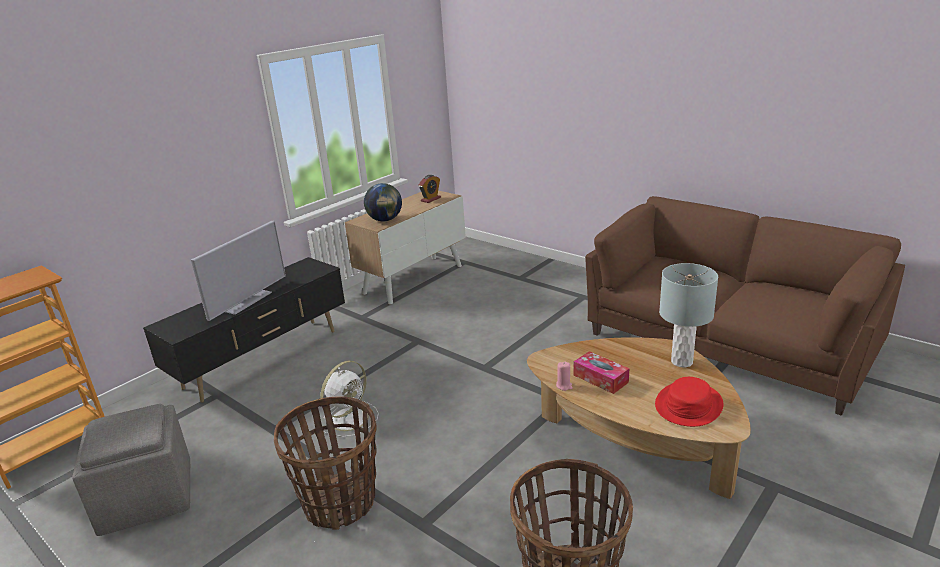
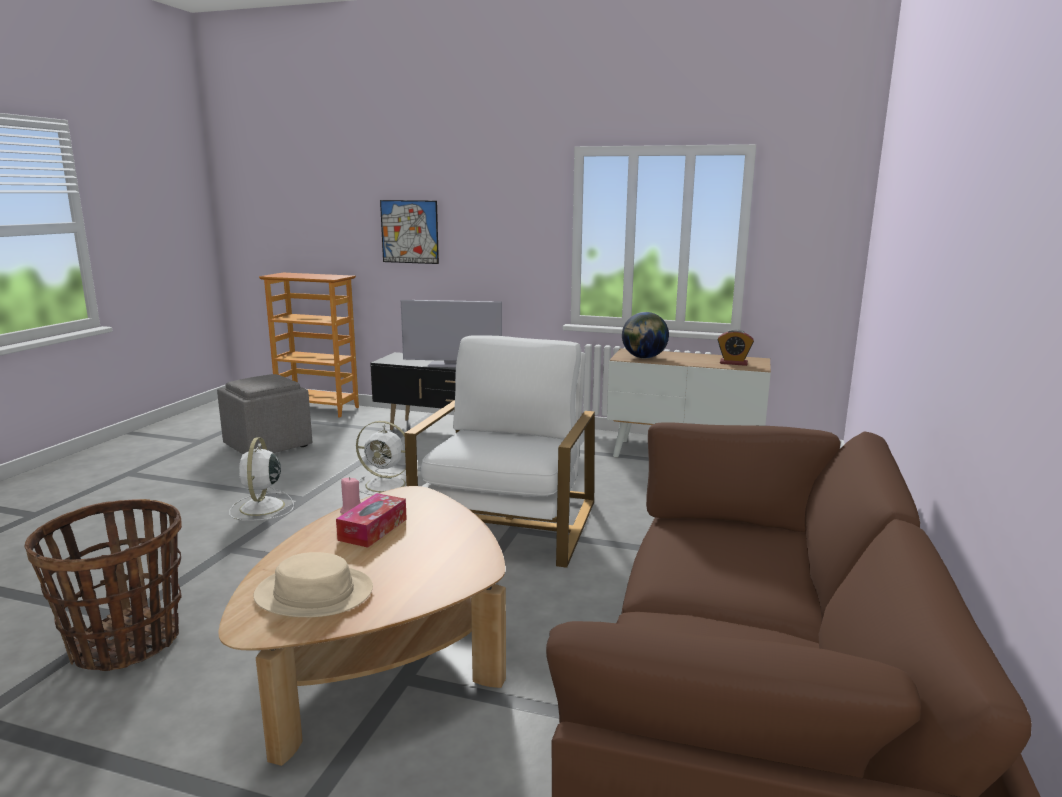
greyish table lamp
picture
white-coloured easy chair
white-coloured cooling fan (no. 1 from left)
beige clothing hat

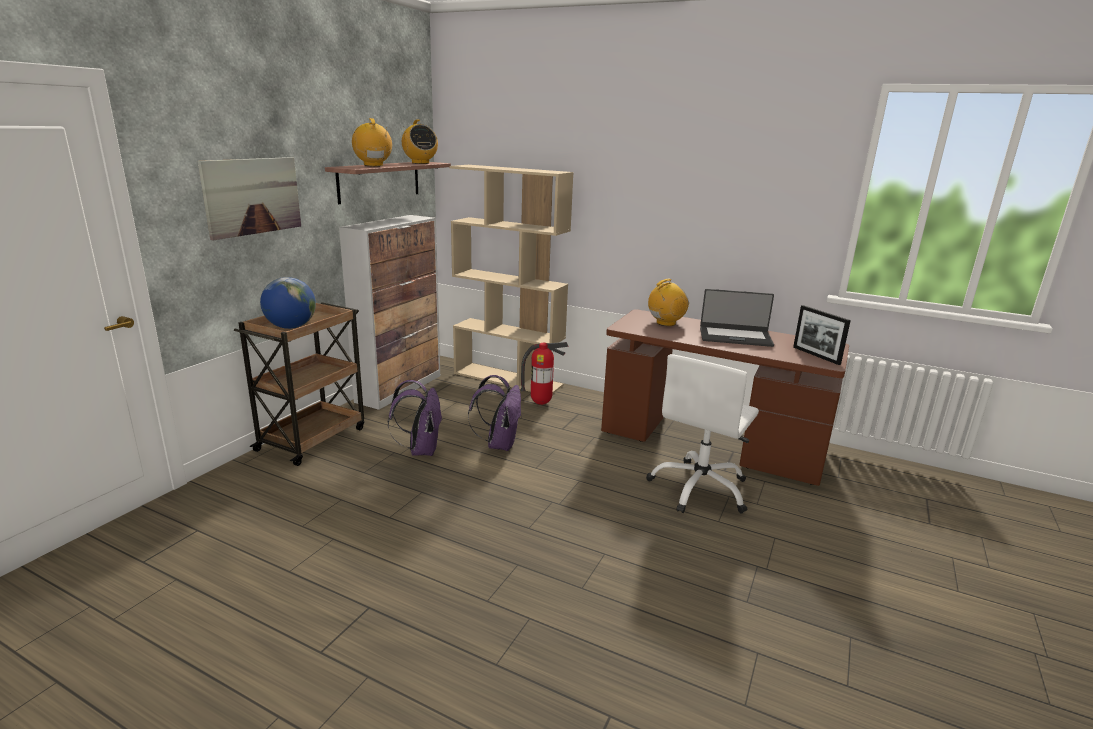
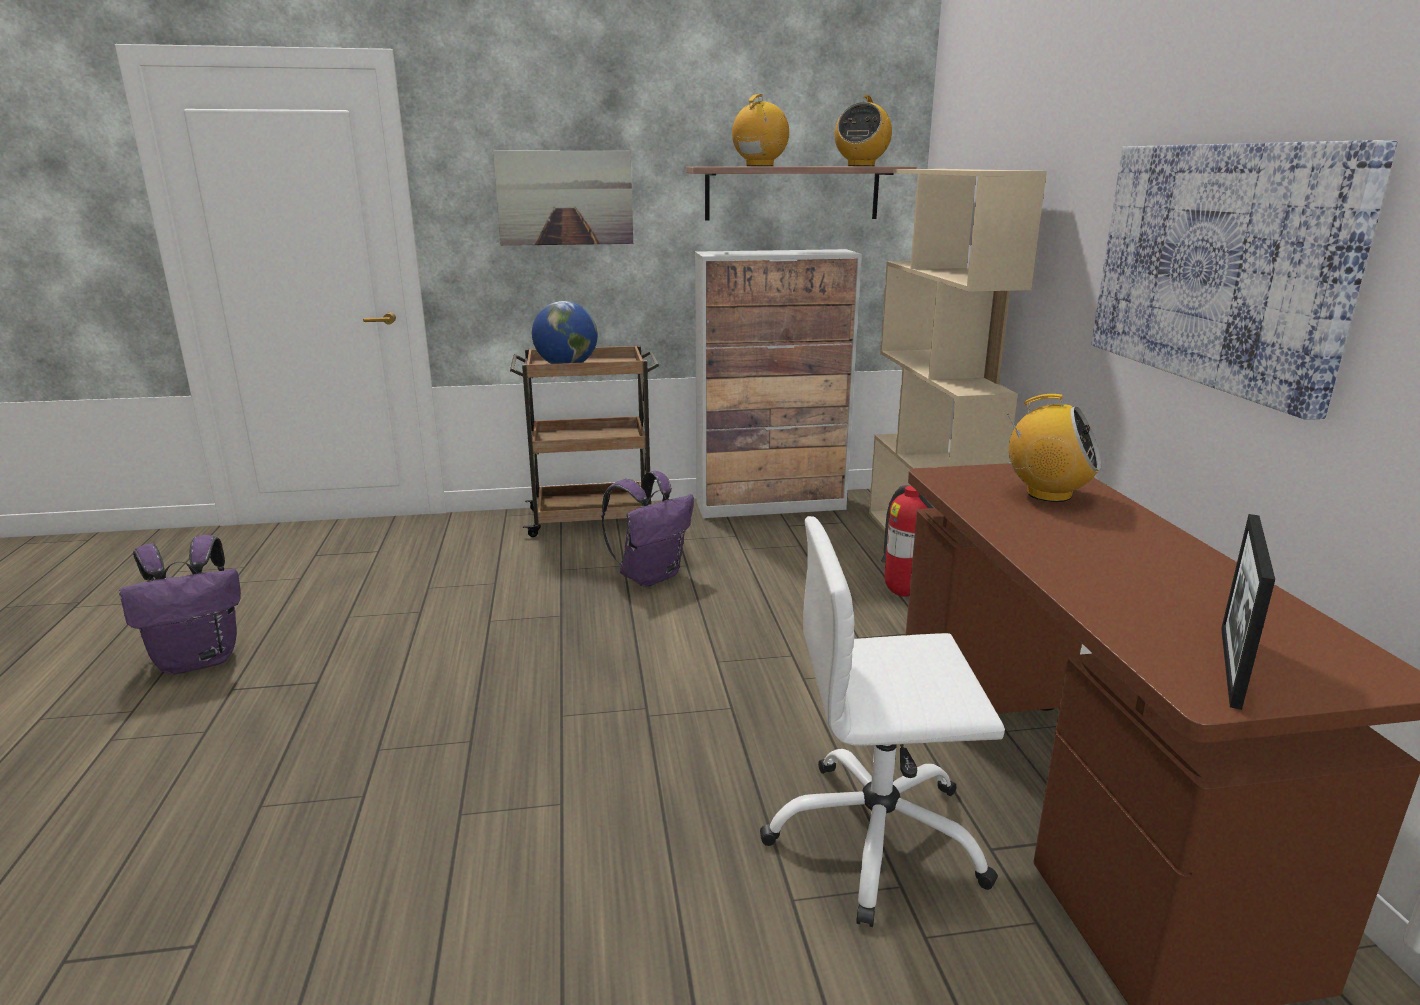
laptop
picture (no. 2 from left)
purple-coloured backpack (no. 1 from left)

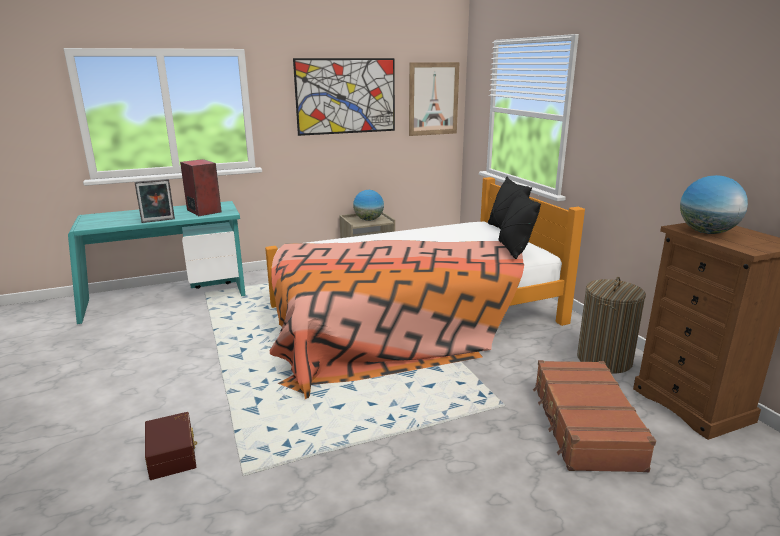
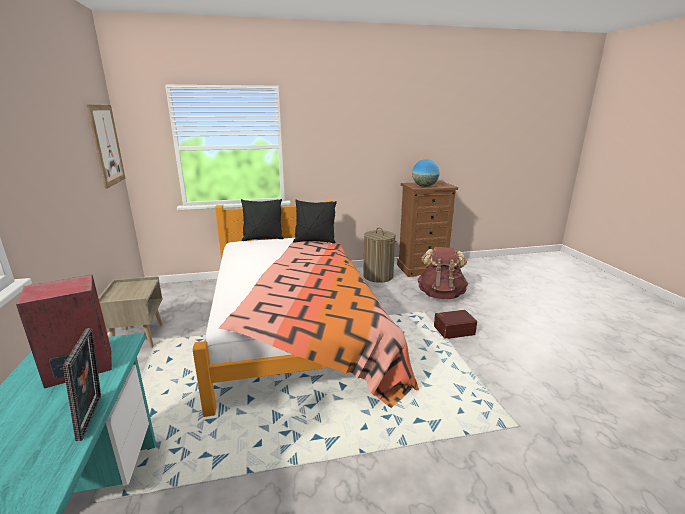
picture (no. 1 from left in the first image)
world globe (no. 1 from left in the first image)
brown-coloured storage bin
brown-coloured backpack

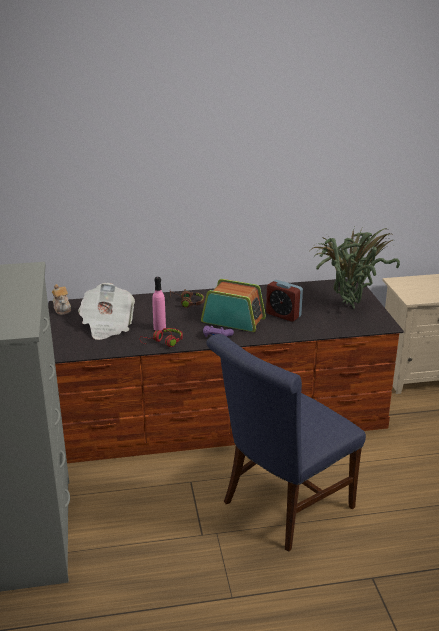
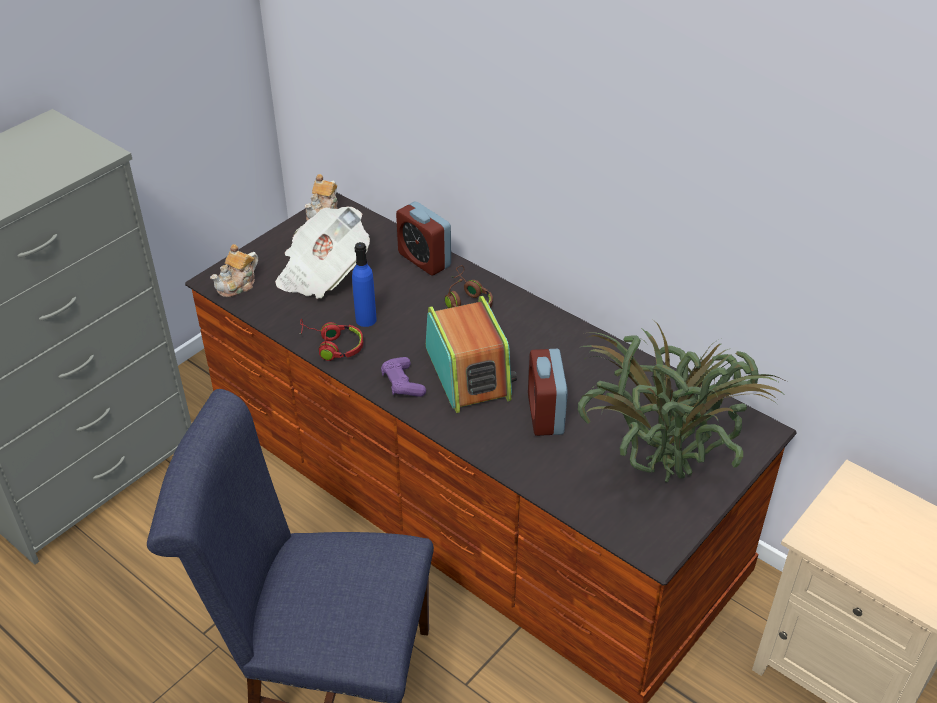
teapot (no. 1 from left)
table clock (no. 1 from left)
blue drink bottle

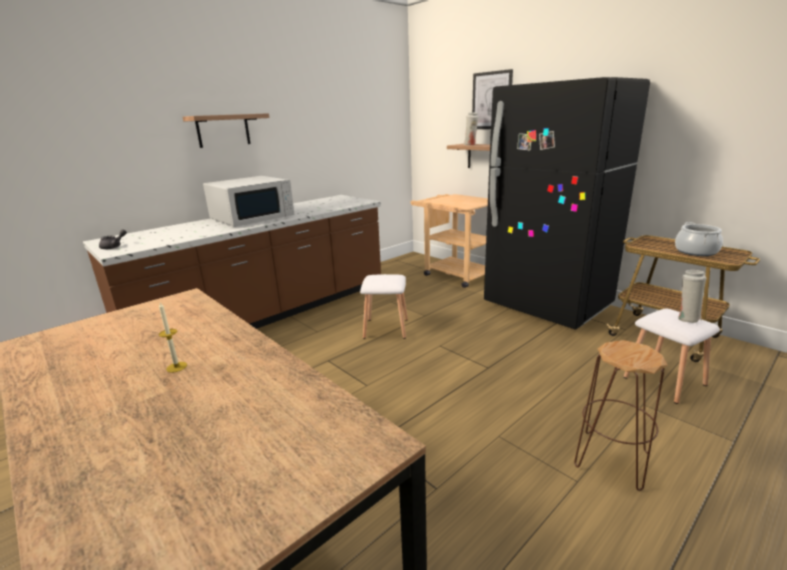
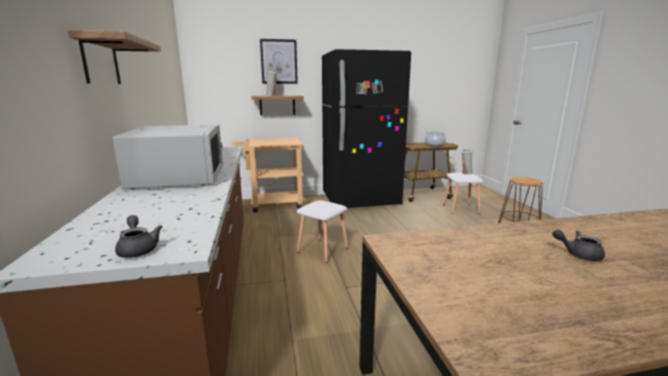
greyish teapot (no. 2 from left)

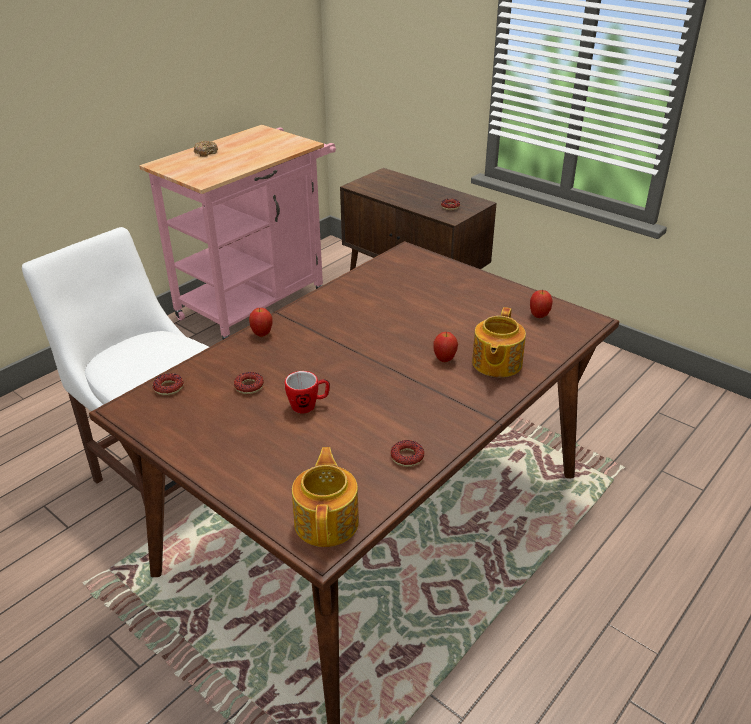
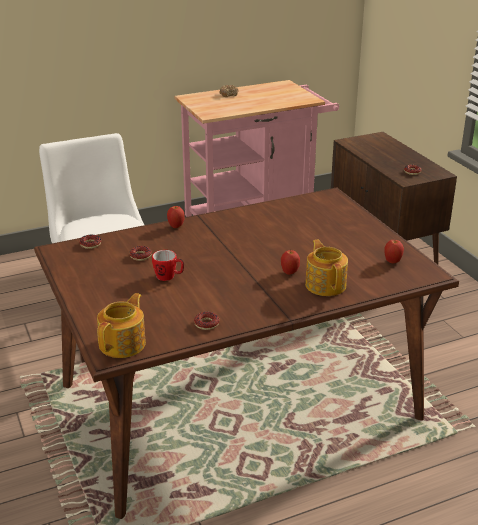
teapot (no. 2 from left)

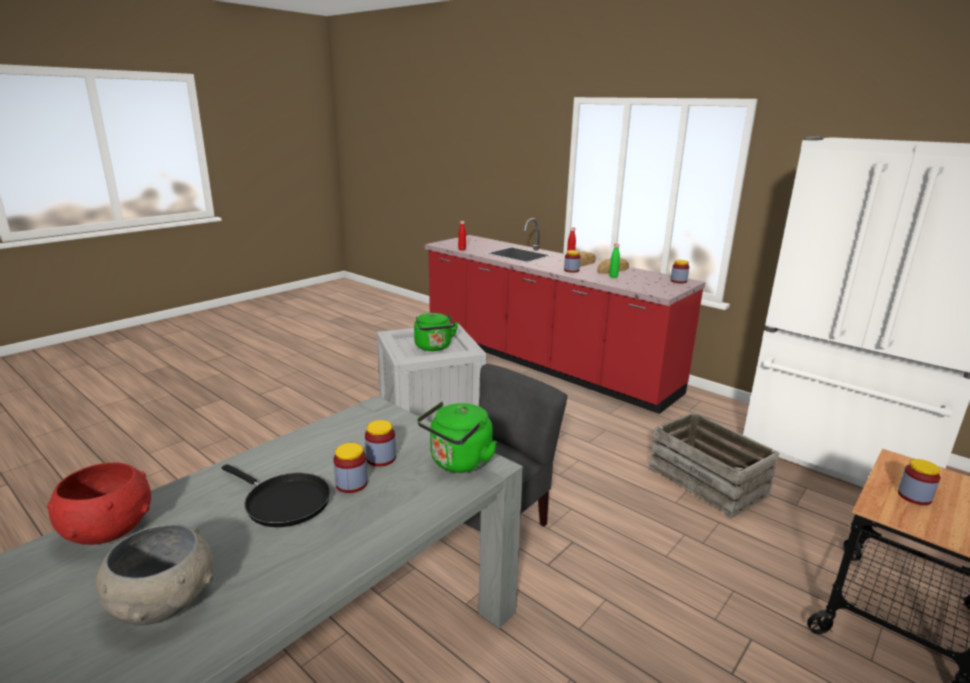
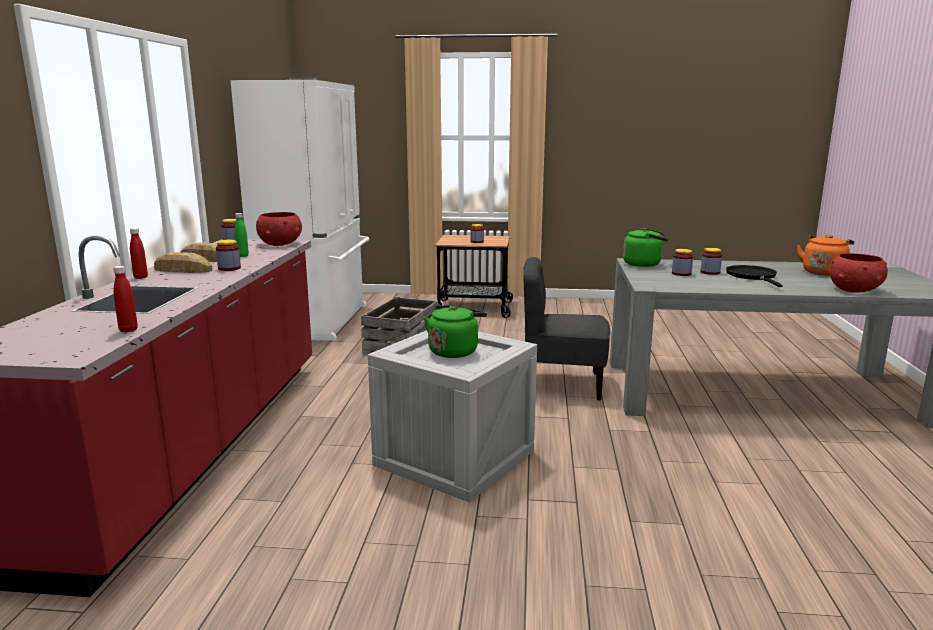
reddish deep dish (no. 1 from left)
orangey water kettle

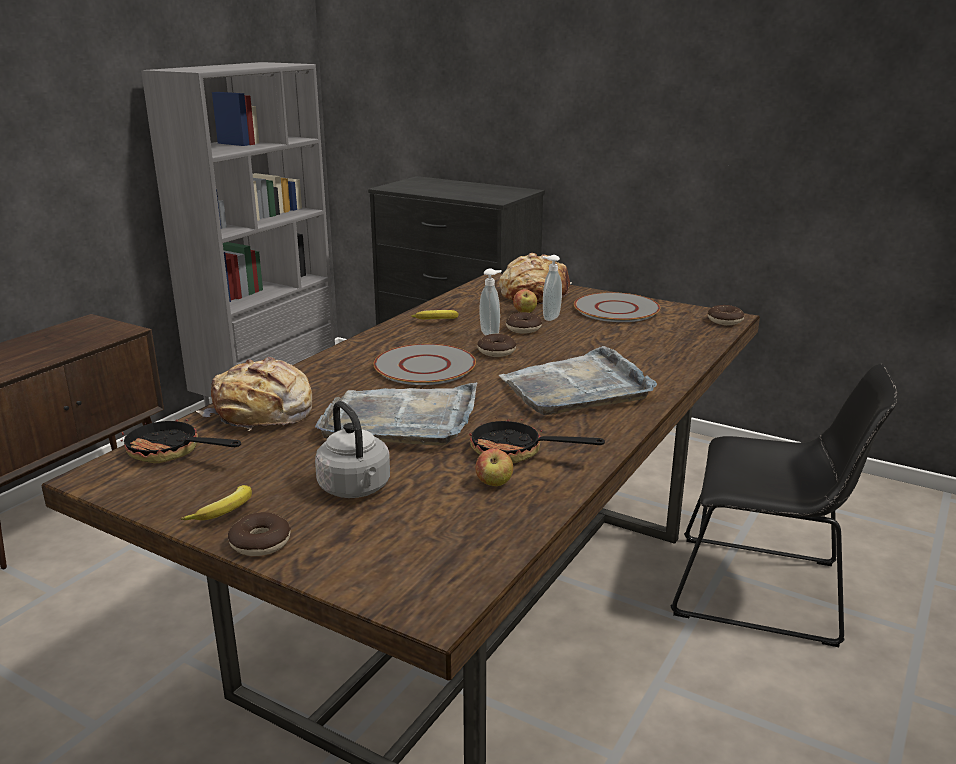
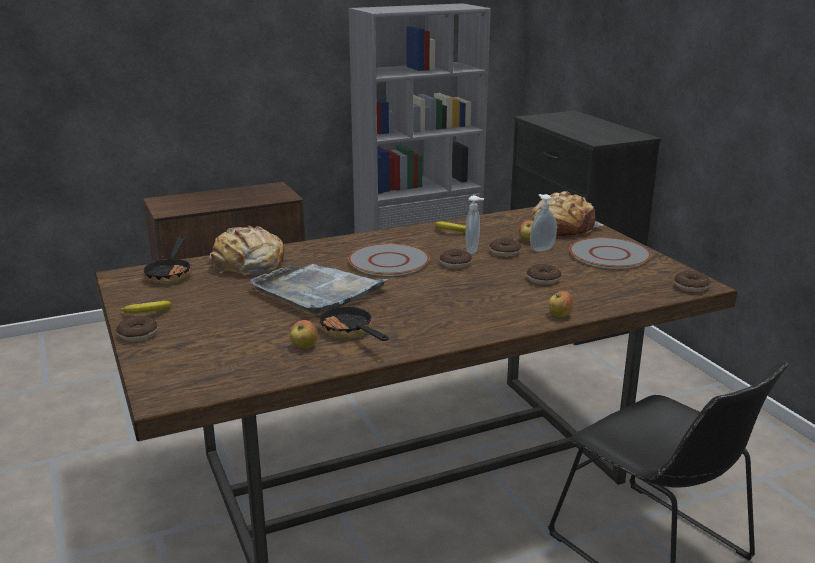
greyish water kettle
greyish tray (no. 2 from left in the first image)
ring doughnut (no. 4 from left)
apple fruit (no. 3 from left)
pan (no. 1 from left)

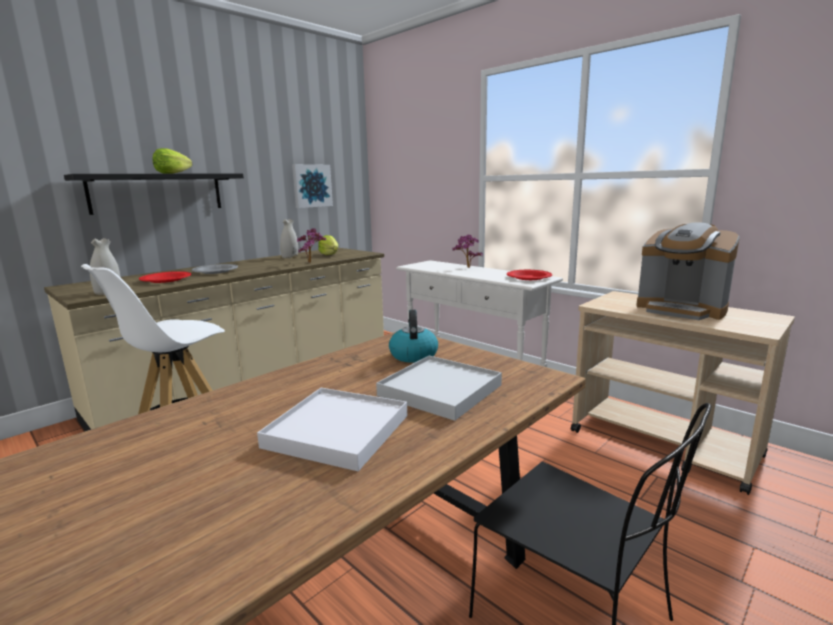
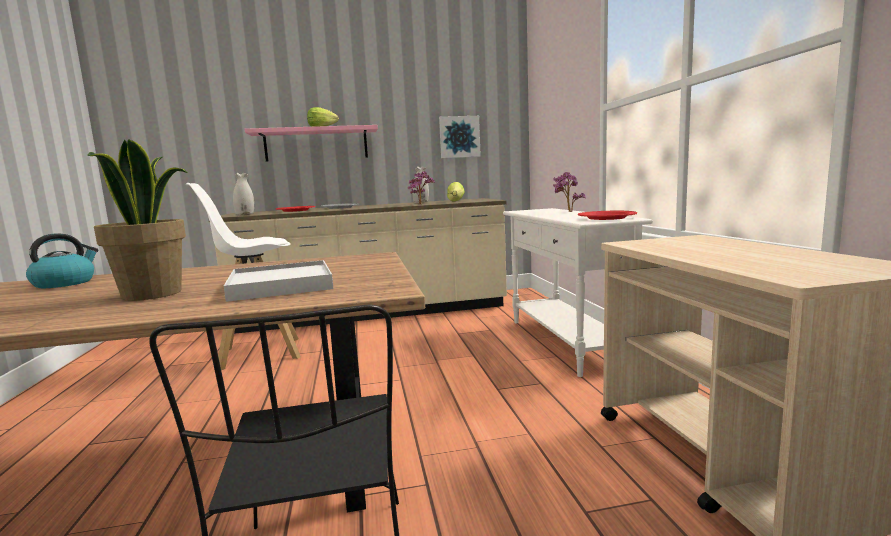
coffee machine
water kettle
plant in a pot (no. 1 from left)
pinkish bracket shelf

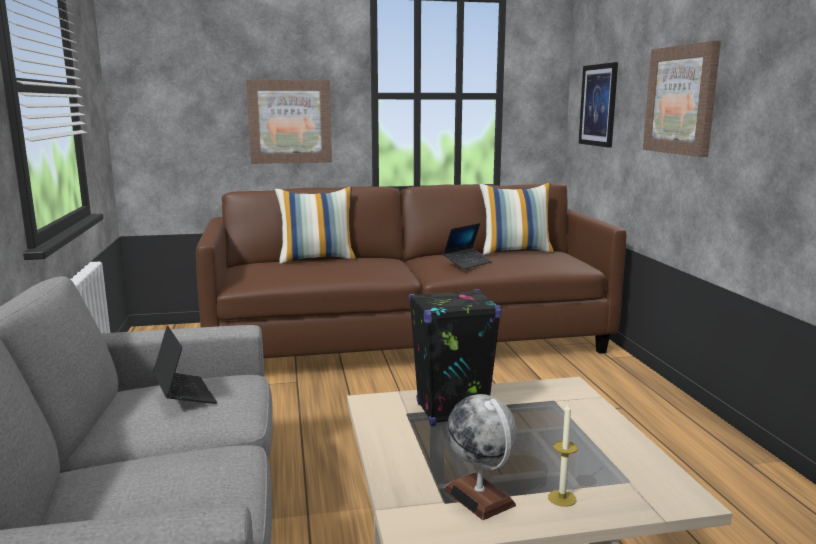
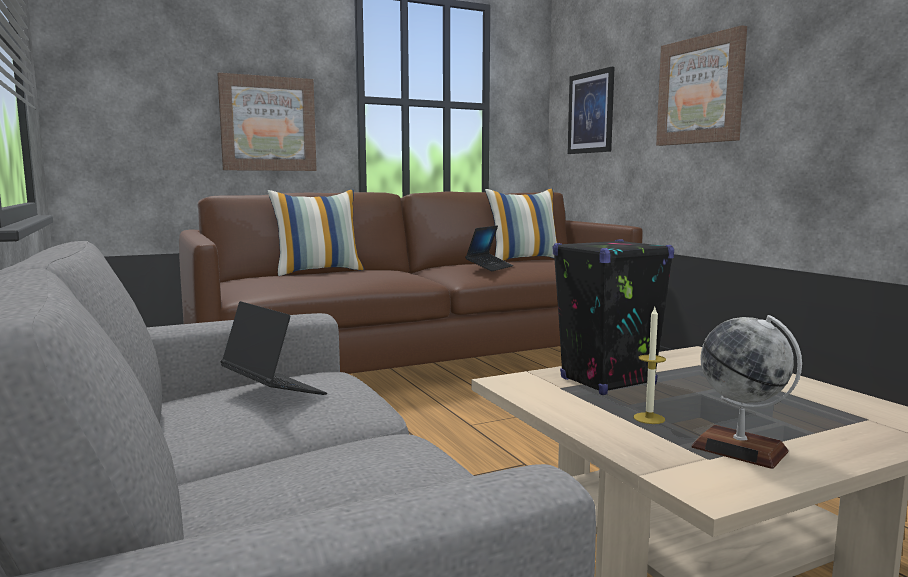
wax light

